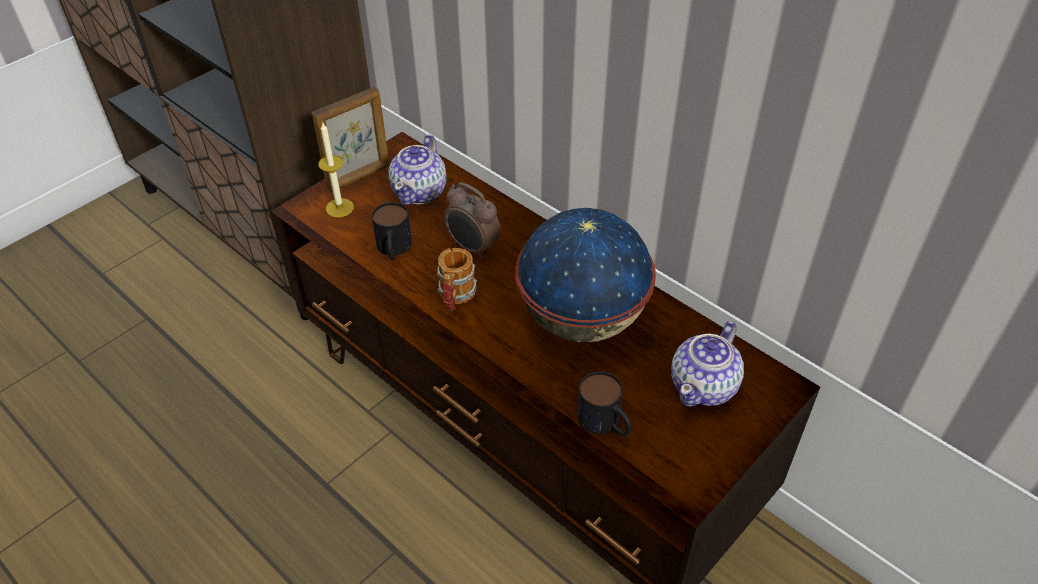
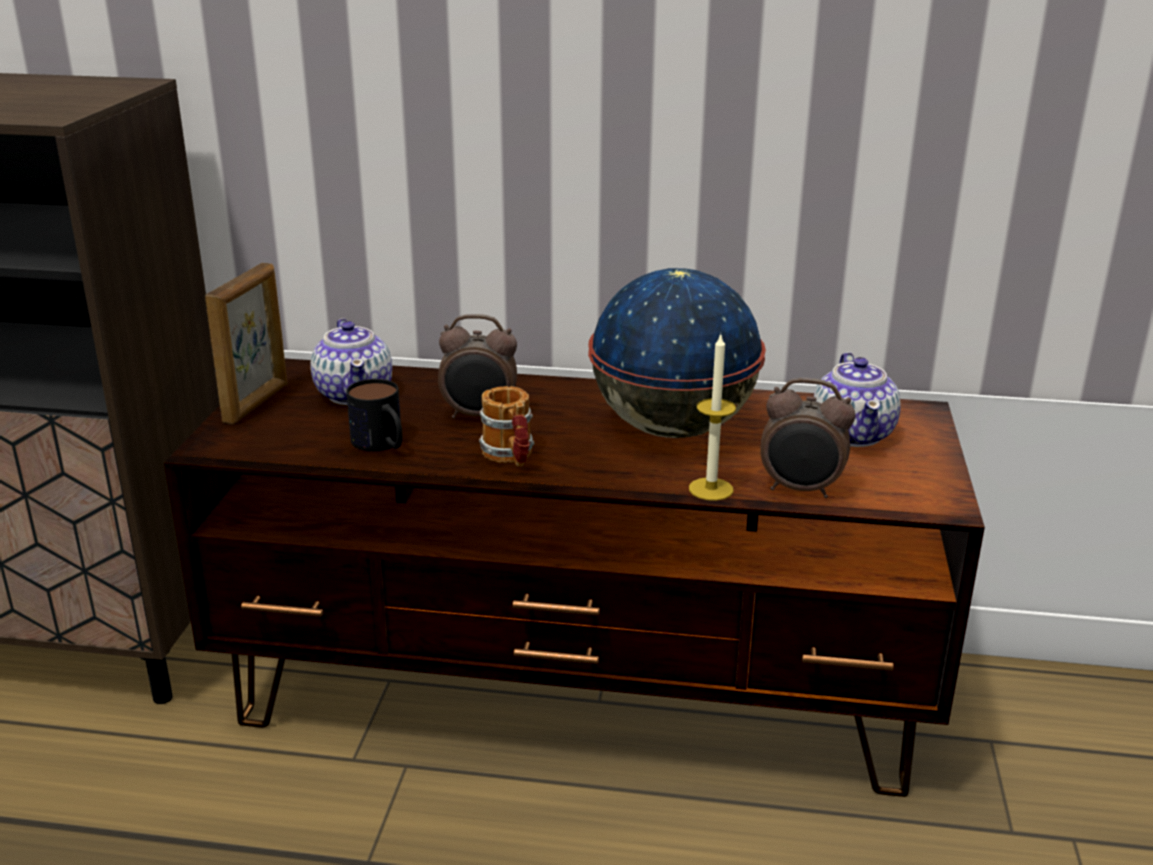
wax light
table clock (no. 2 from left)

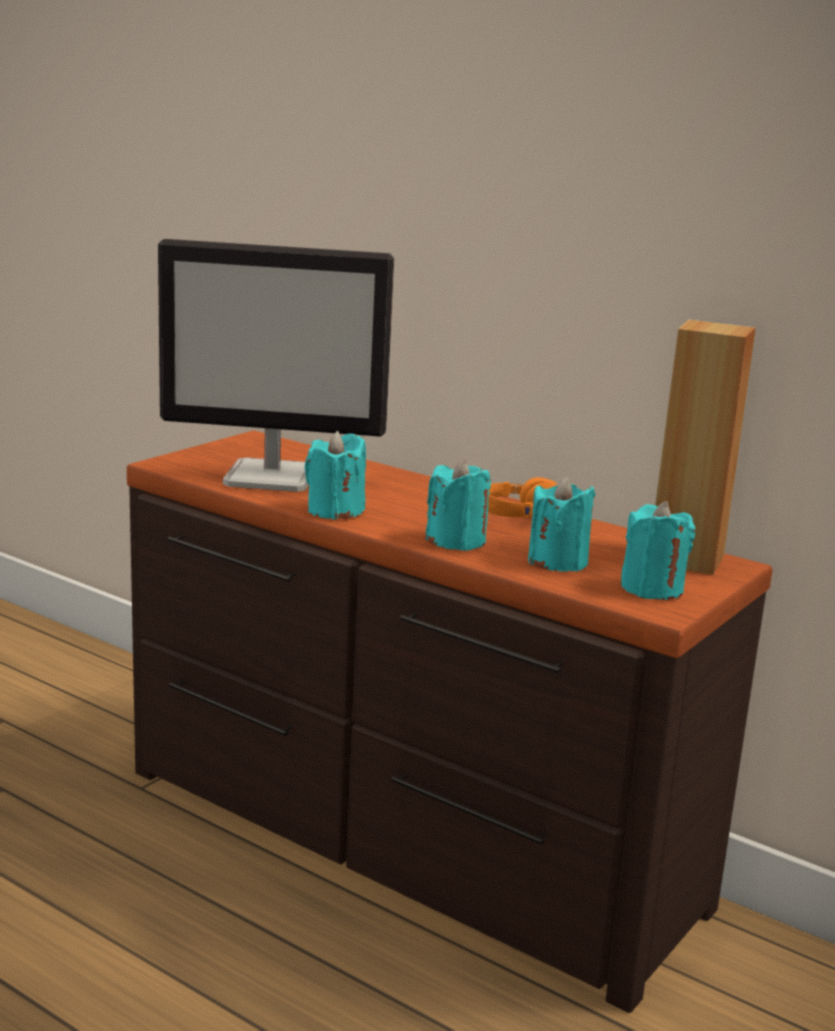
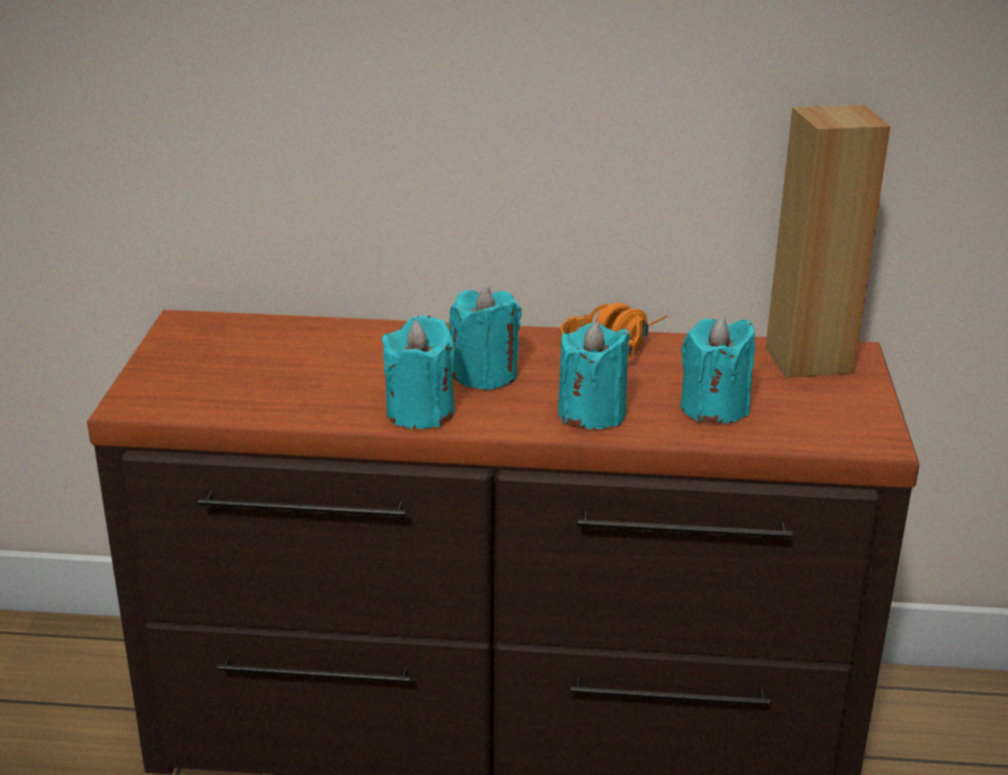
computer display
turquoise-coloured wax light (no. 2 from left)

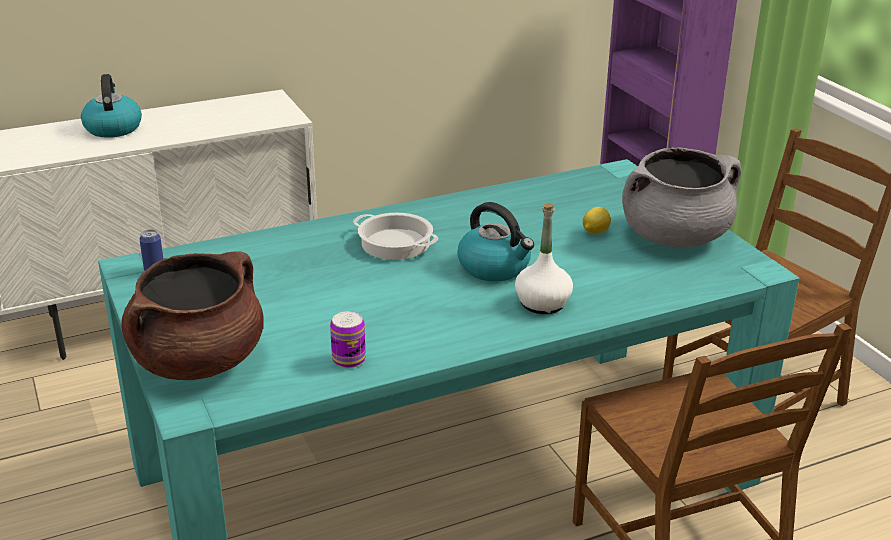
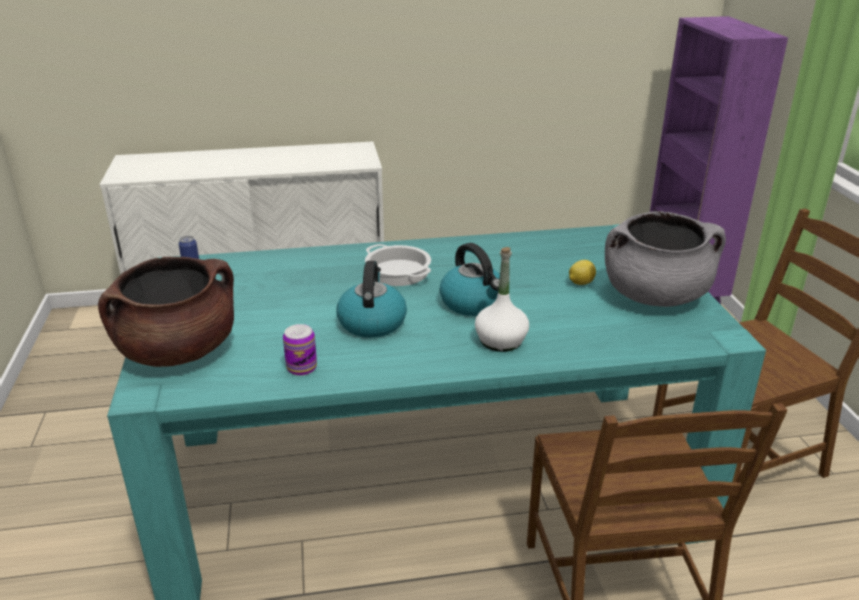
water kettle (no. 1 from left)

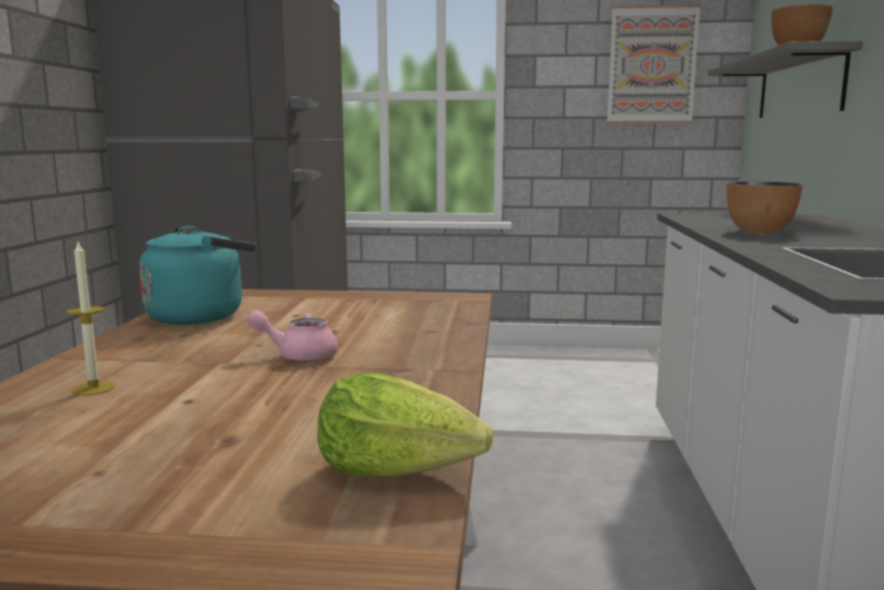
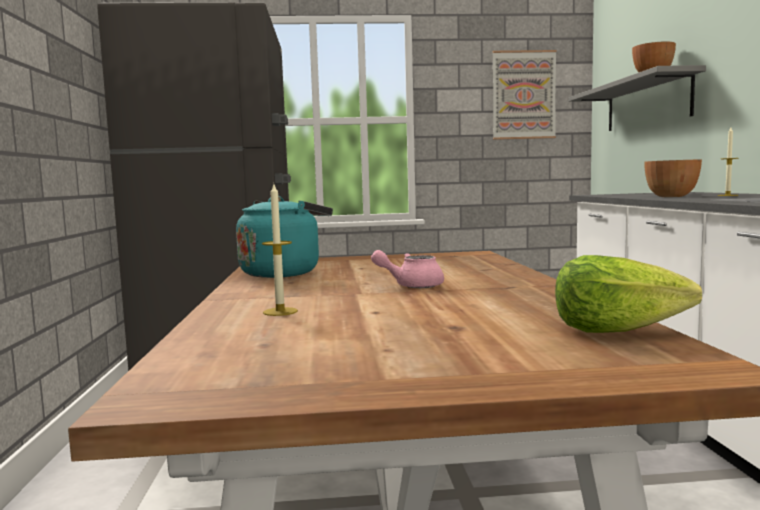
wax light (no. 2 from left)

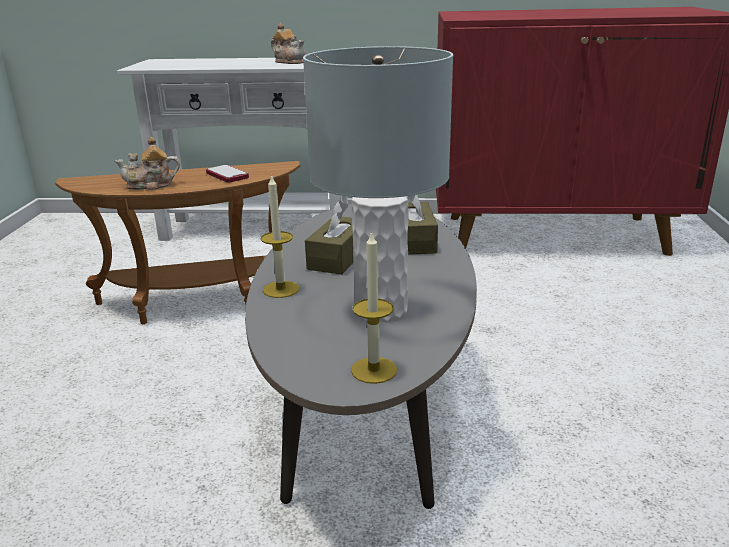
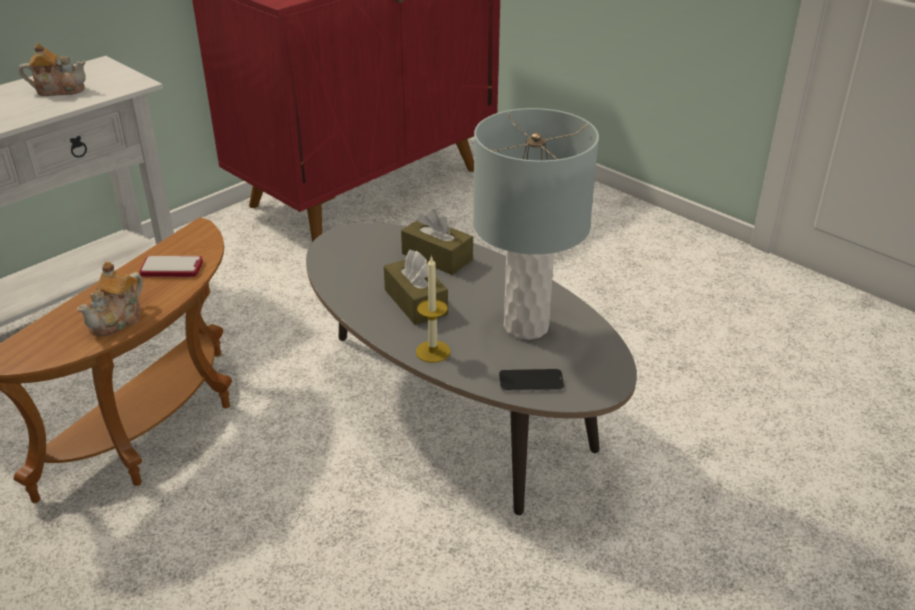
wax light (no. 2 from left in the first image)
handset (no. 2 from left)

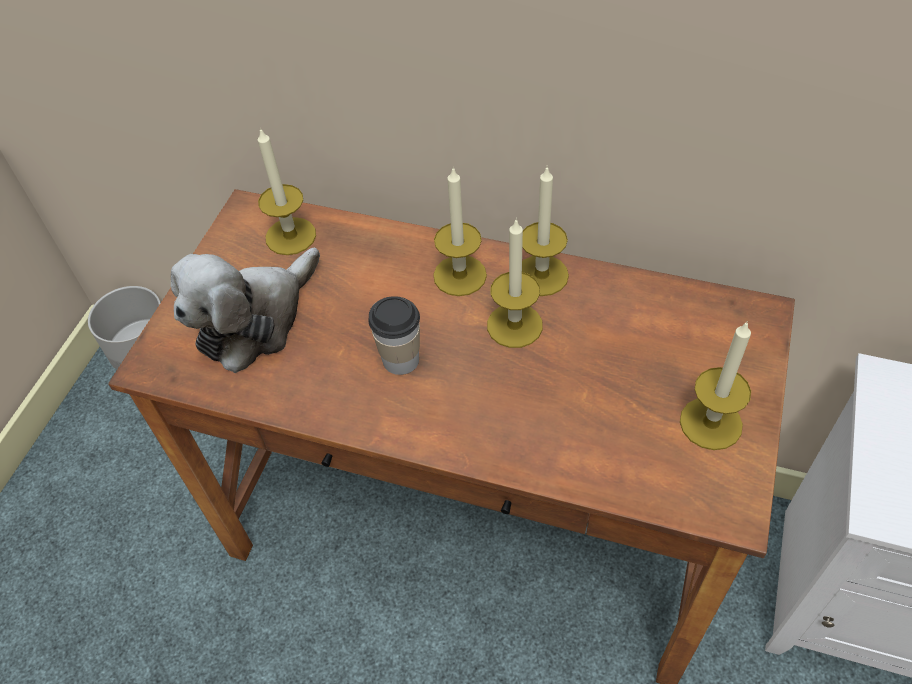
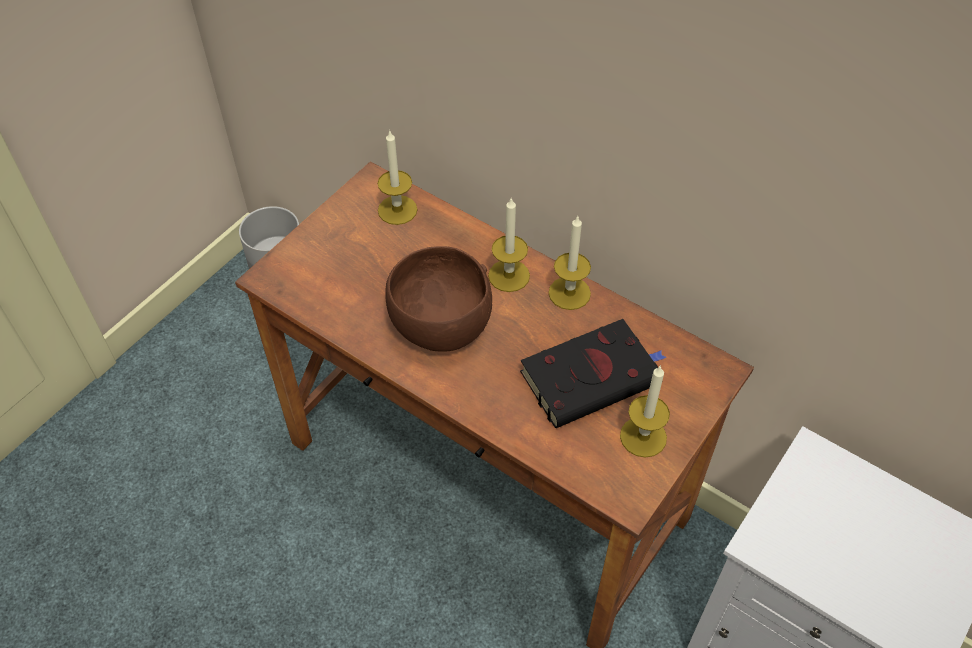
cuddly toy
wax light (no. 3 from left in the first image)
black bound book
brown-coloured deep dish

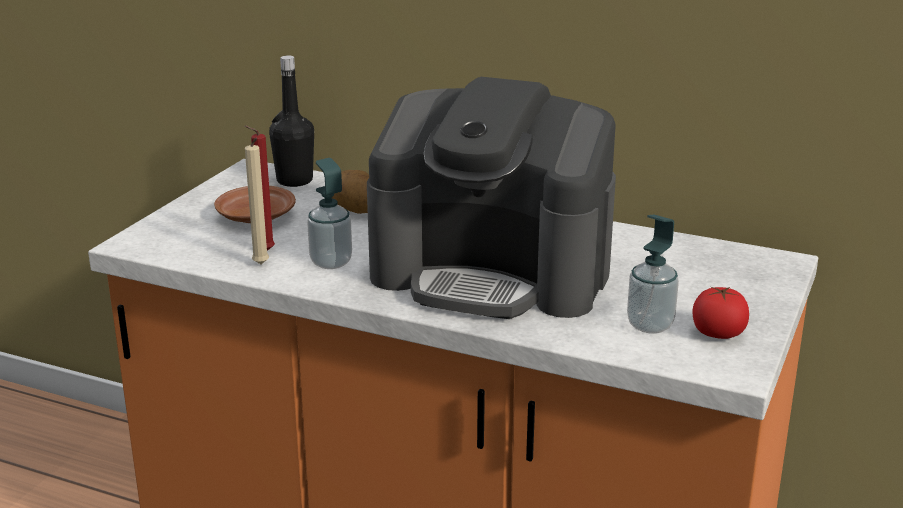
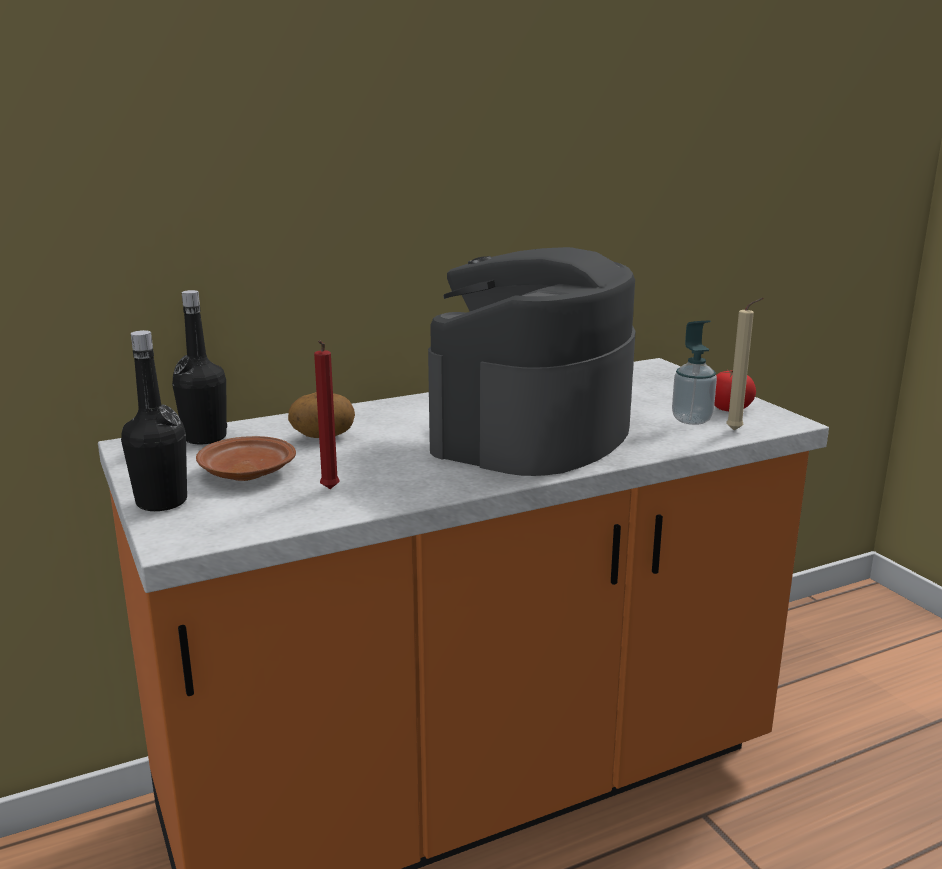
soap dispenser (no. 1 from left in the first image)
black drink bottle (no. 1 from left)
beige wax light
coffee machine

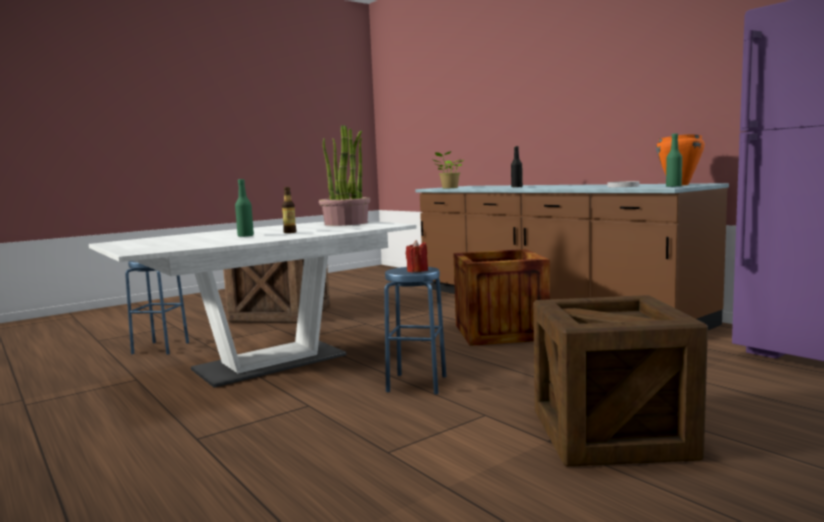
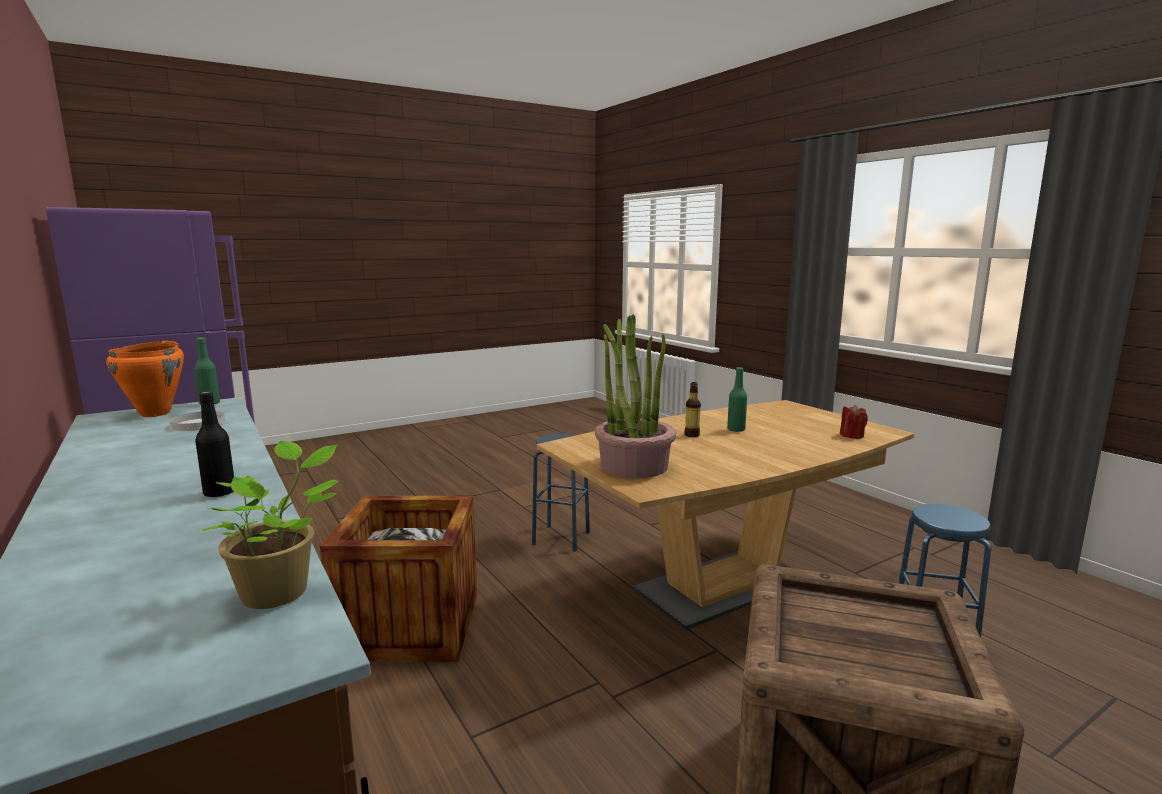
crate (no. 3 from left in the first image)
reddish wax light
brown-coloured dining table

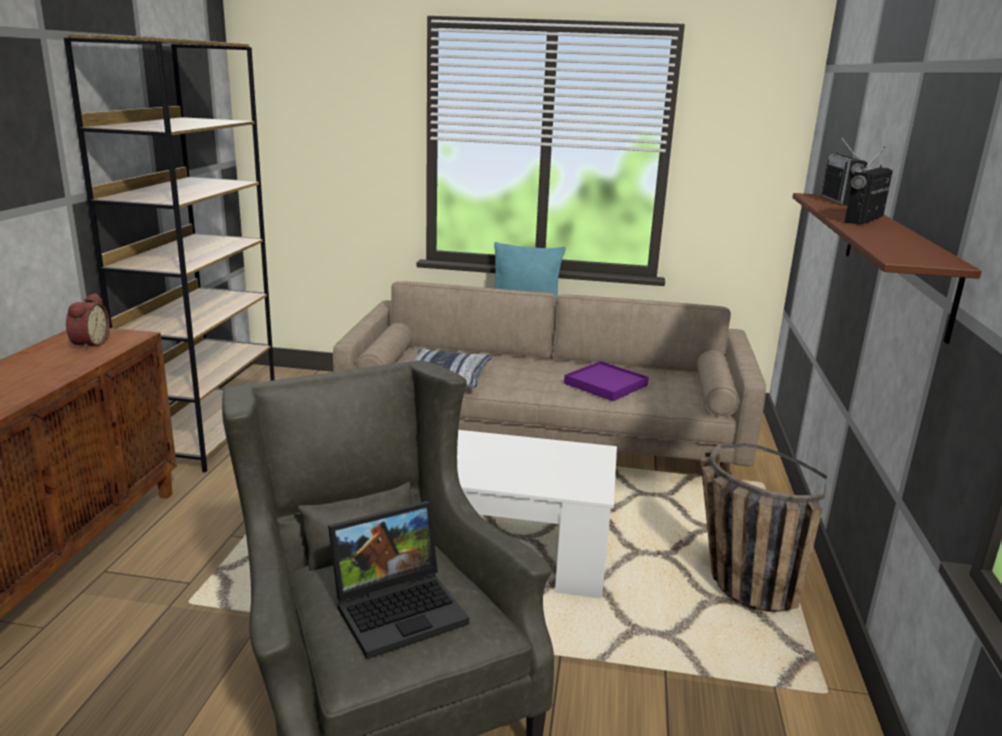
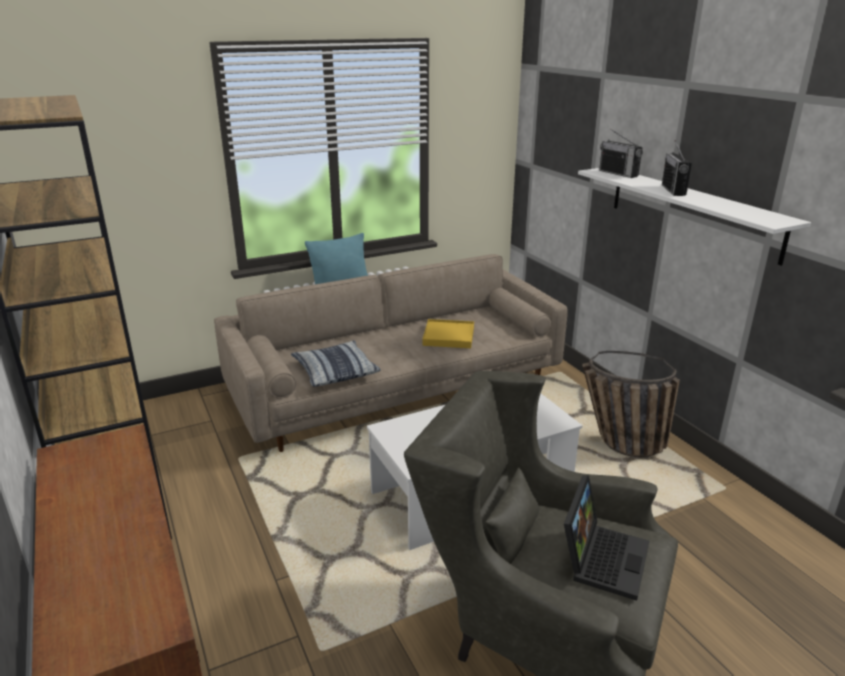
table clock
yellowish tray
white-coloured bracket shelf

